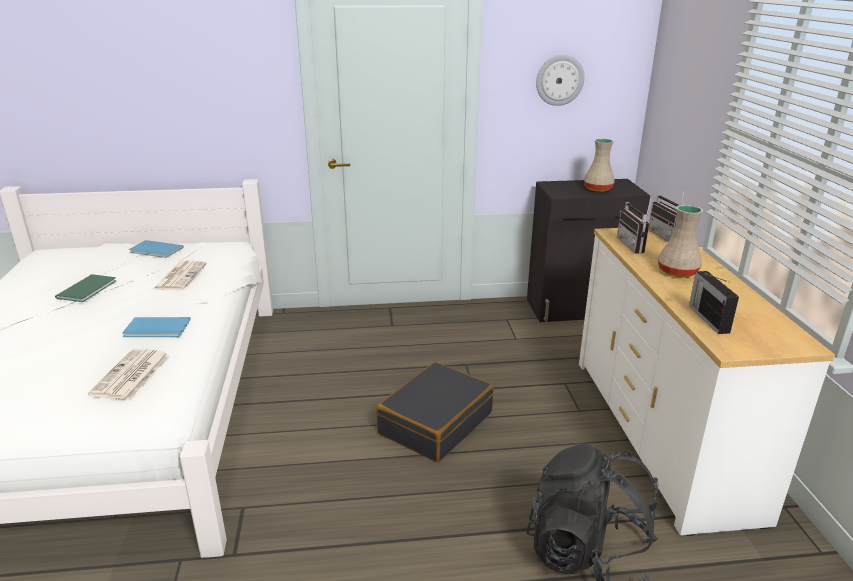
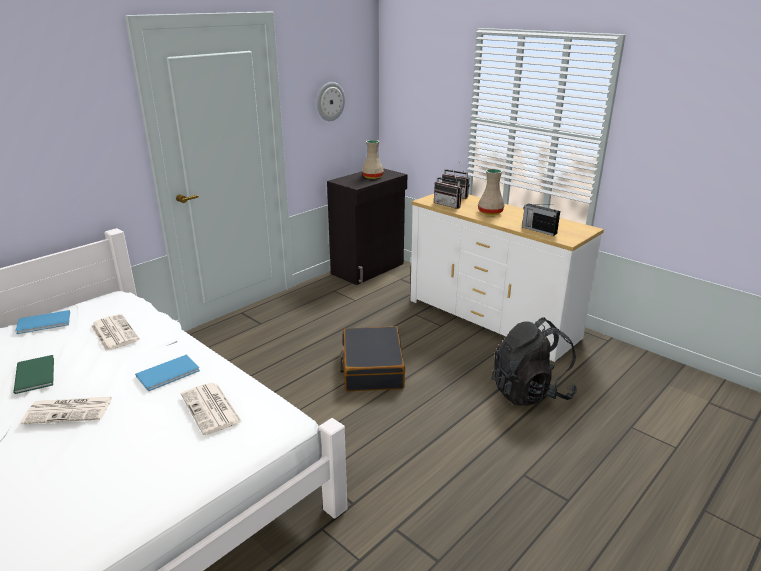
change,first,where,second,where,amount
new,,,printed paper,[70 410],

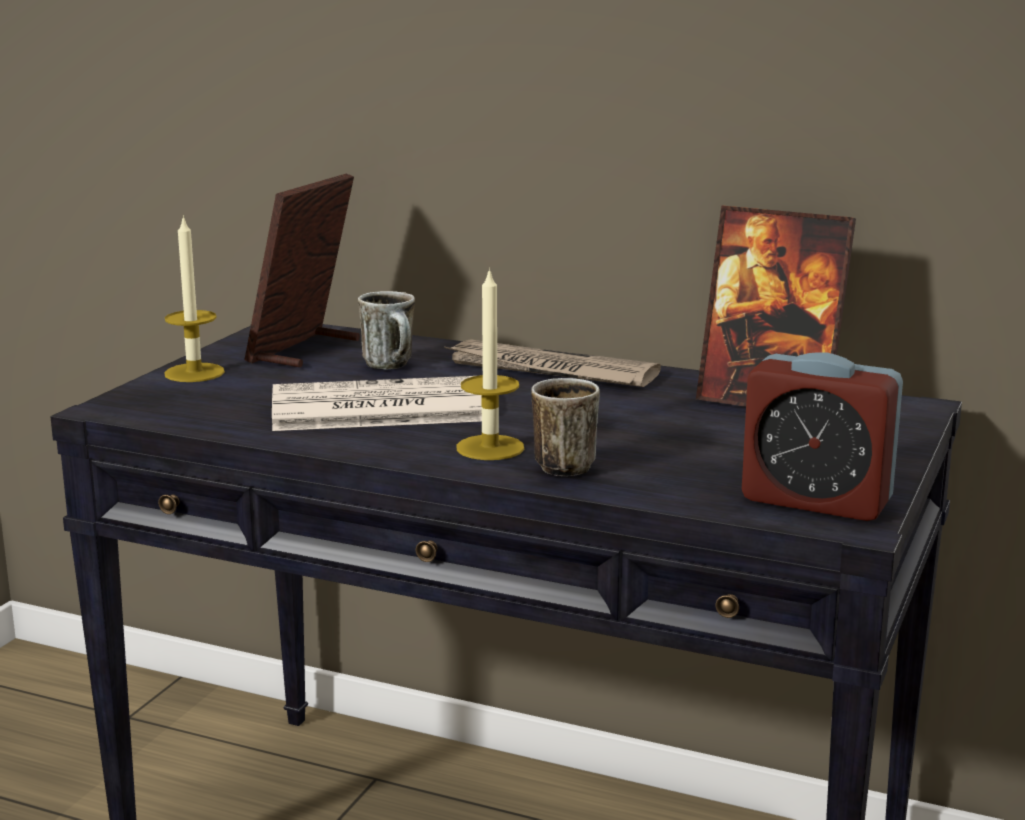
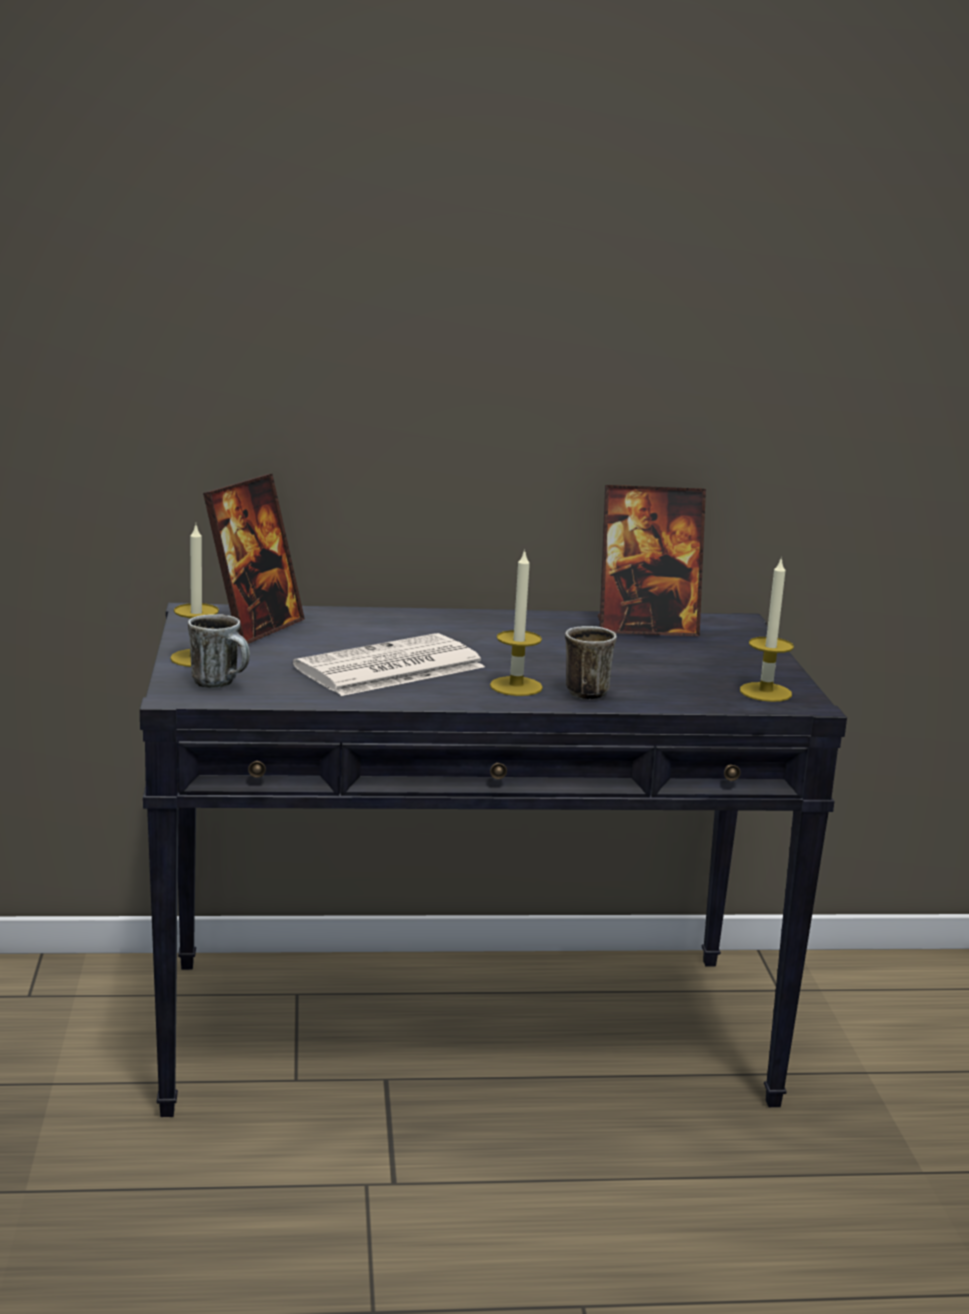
change,first,where,second,where,amount
shifted,tea mug,[393 366],,[221 683],
rotated,photo frame,[304 350],,[254 629],150 degrees counterclockwise
swapped,bedside clock,[816 501],wax light,[765 692],
gone,printed paper,[549 371],,,

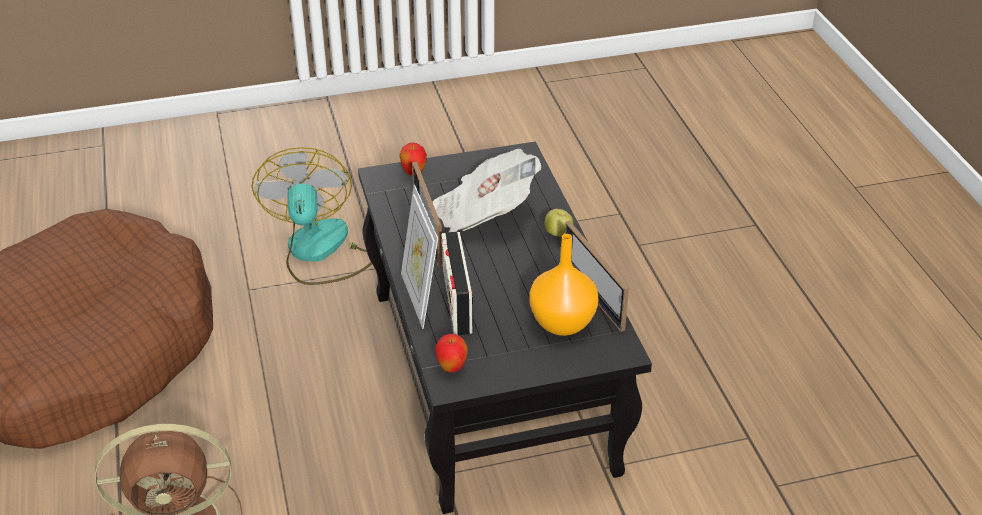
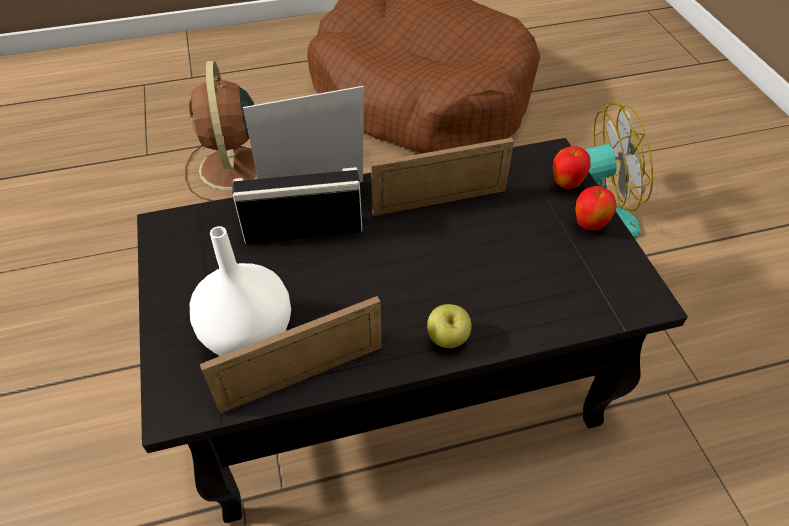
change,first,where,second,where,amount
repainted,orangey decorative vase,[561 323],white-coloured decorative vase,[249 335],
shifted,whole apple,[452 368],,[589 225],
gone,printed paper,[483 214],,,

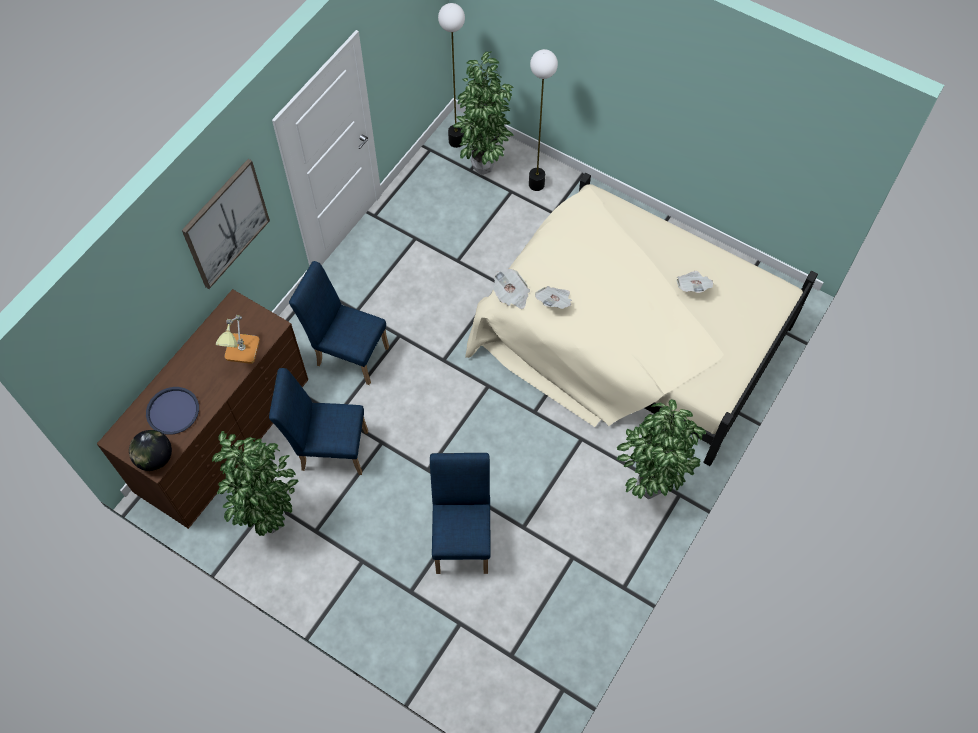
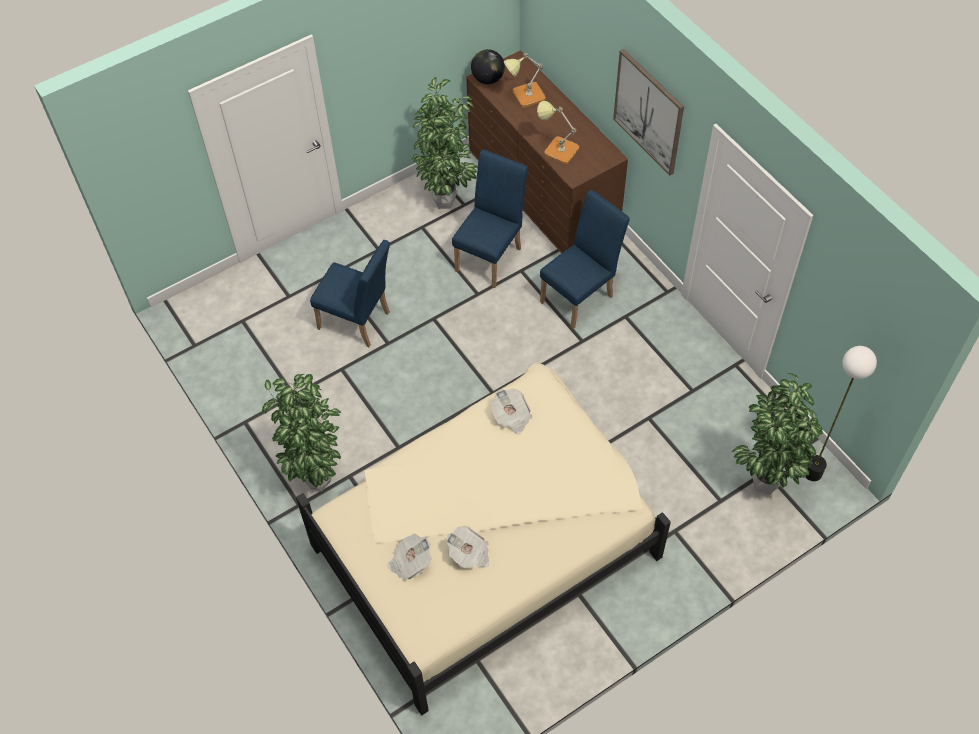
change,first,where,second,where,amount
shifted,printed paper,[511 295],,[410 562],
swapped,blue-coloured carrying tray,[173 411],lamp for a table,[524 97],
gone,standing lamp,[536 184],,,

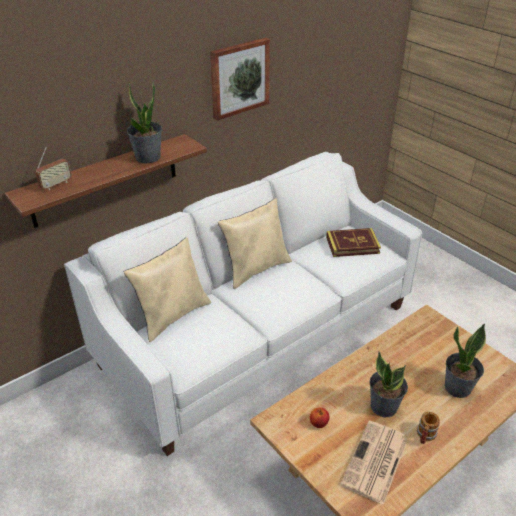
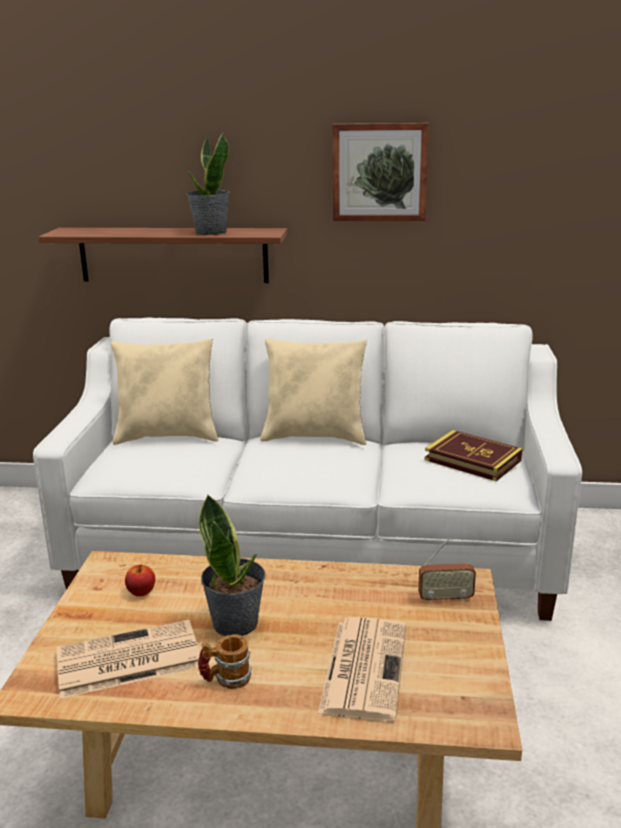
change,first,where,second,where,amount
swapped,houseplant,[458 388],printed paper,[364 666],
shifted,radio,[56 185],,[445 598],

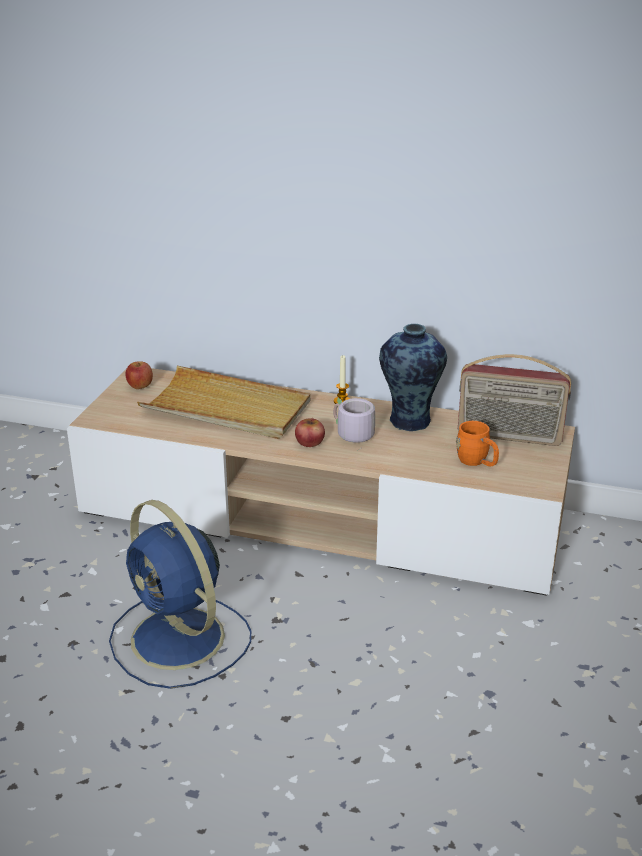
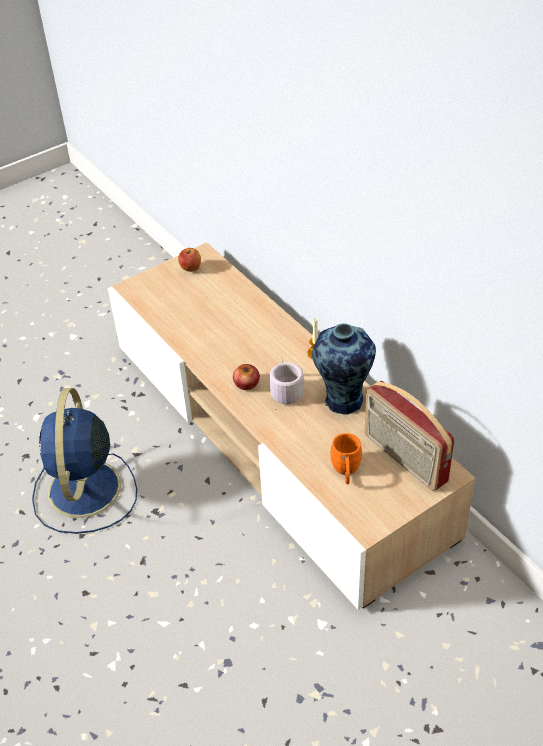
change,first,where,second,where,amount
gone,beige carrying tray,[226 409],,,

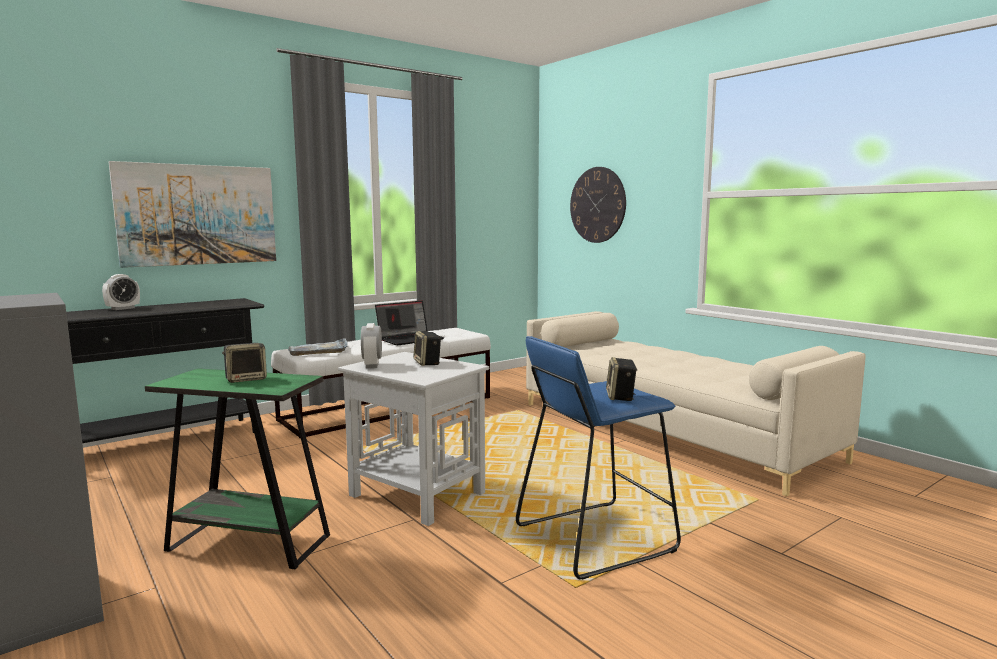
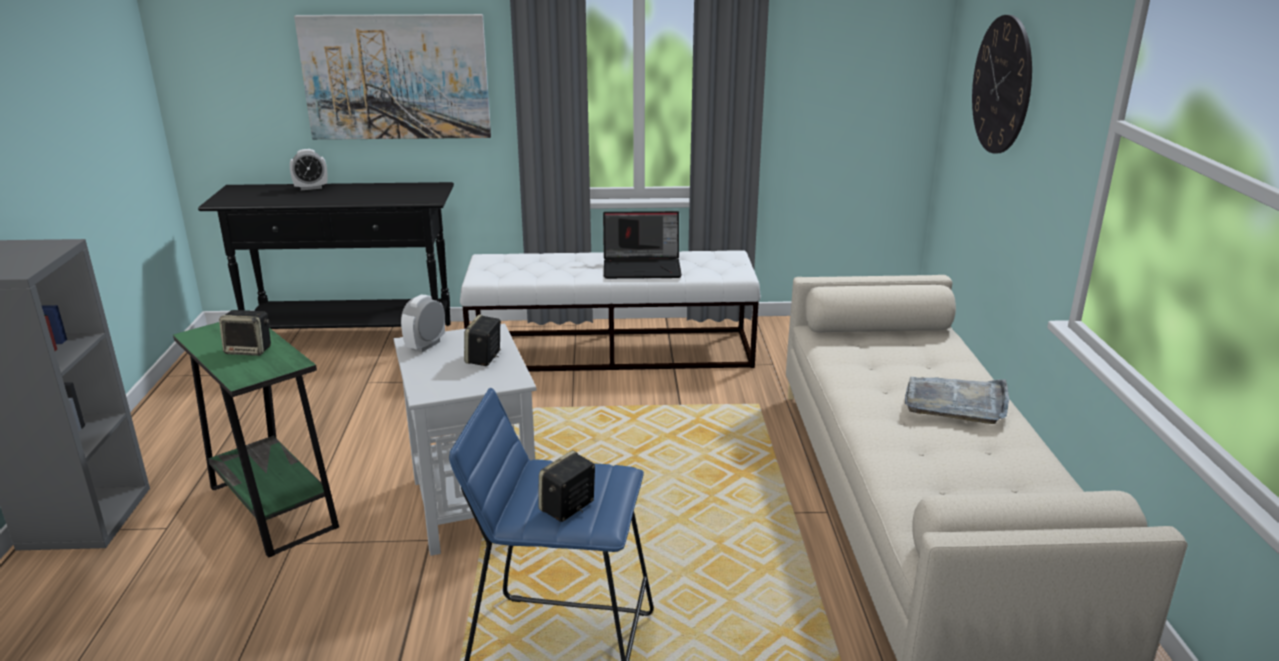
change,first,where,second,where,amount
shifted,grey carrying tray,[319 350],,[956 402],

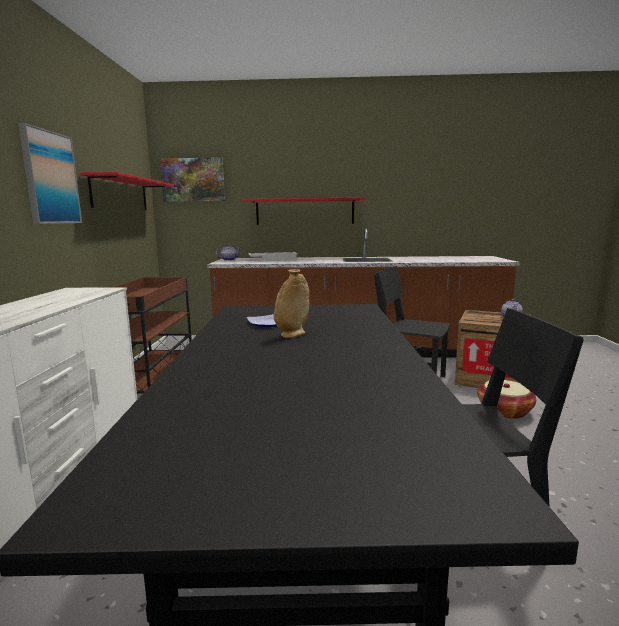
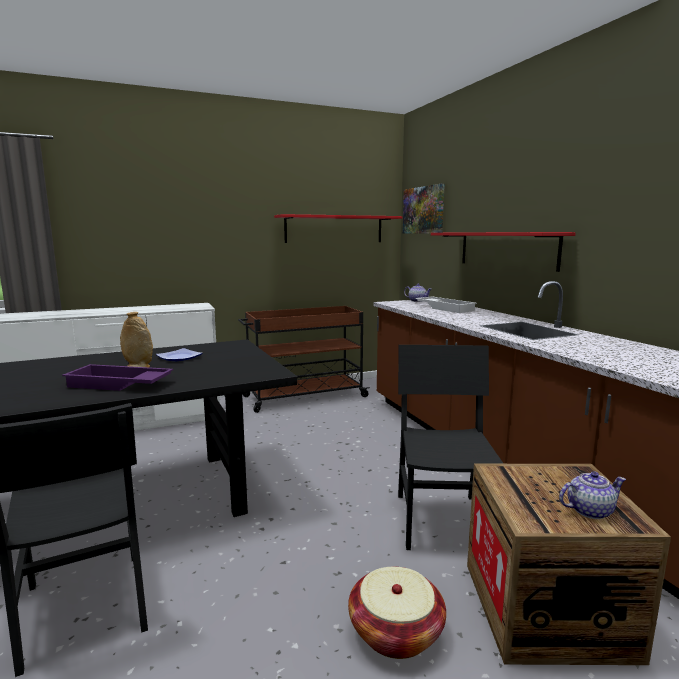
change,first,where,second,where,amount
new,,,purplish carrying tray,[118 384],
gone,wall art,[50 178],,,

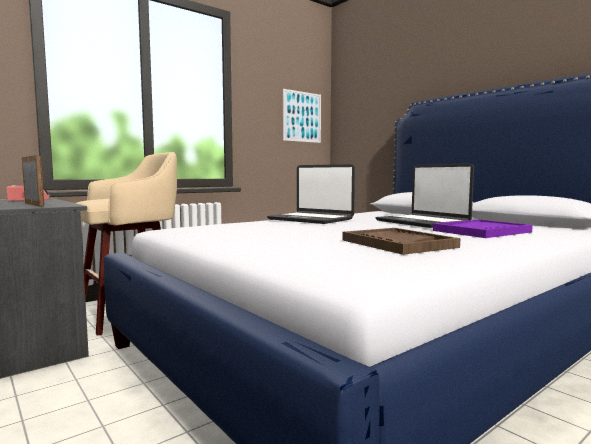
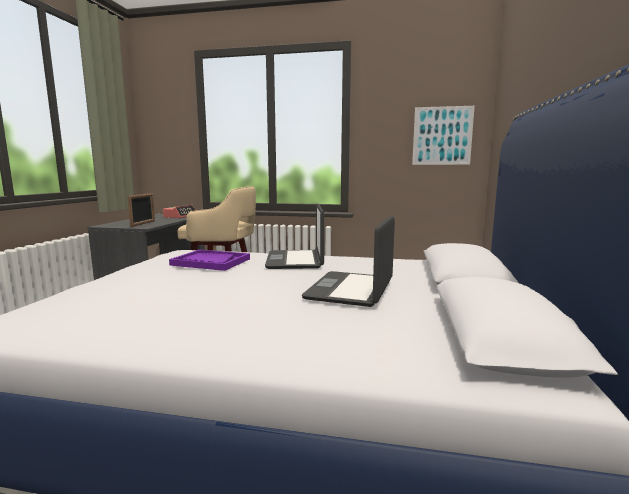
change,first,where,second,where,amount
shifted,purplish carrying tray,[481 231],,[210 262],
gone,brownish carrying tray,[397 243],,,

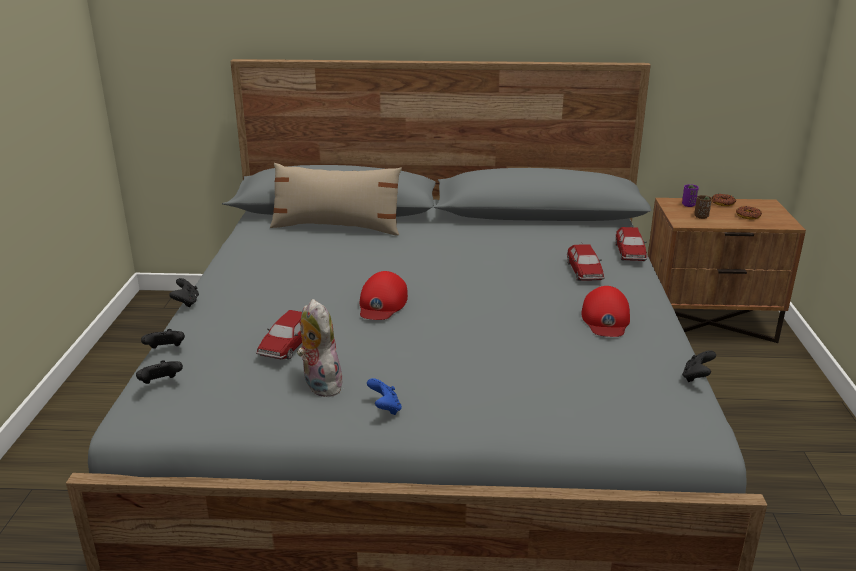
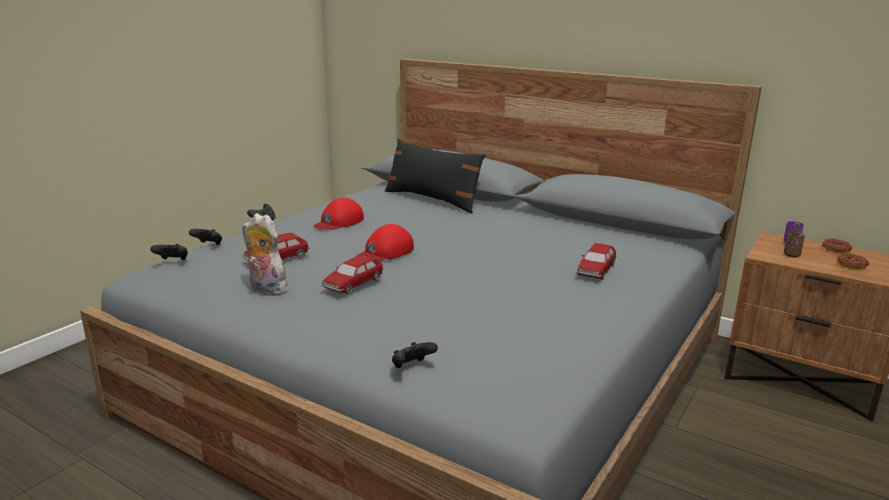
change,first,where,second,where,amount
rotated,cuddly toy,[319 385],,[265 290],60 degrees counterclockwise
shifted,red-coloured cap,[605 319],,[339 222],
shifted,toy car,[630 253],,[353 284],
repainted,beige cushion,[336 227],black cushion,[432 200],
shifted,black gamepad,[696 377],,[412 367],
gone,blue-coloured gamepad,[385 408],,,

